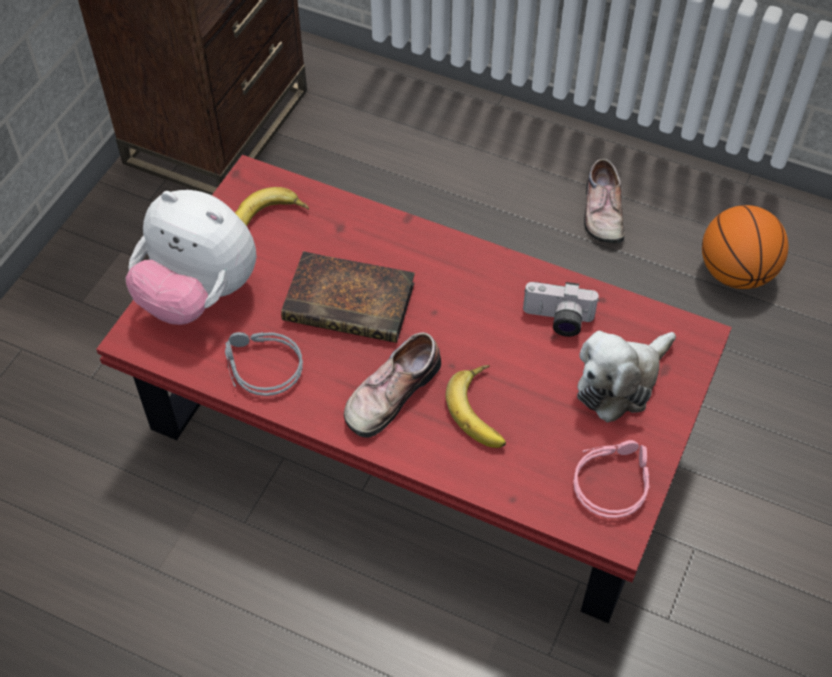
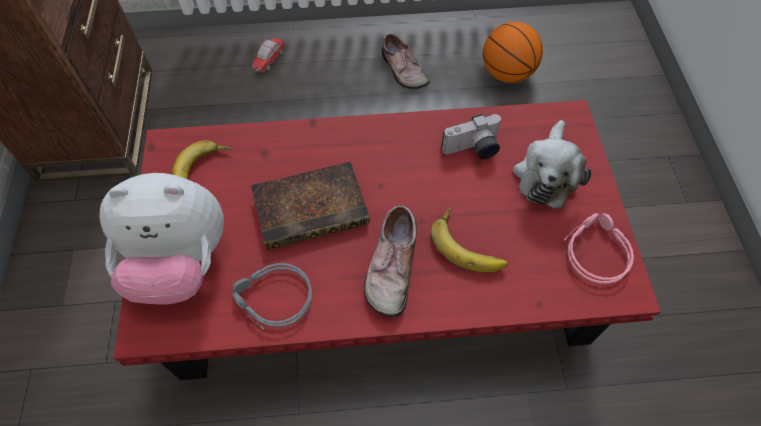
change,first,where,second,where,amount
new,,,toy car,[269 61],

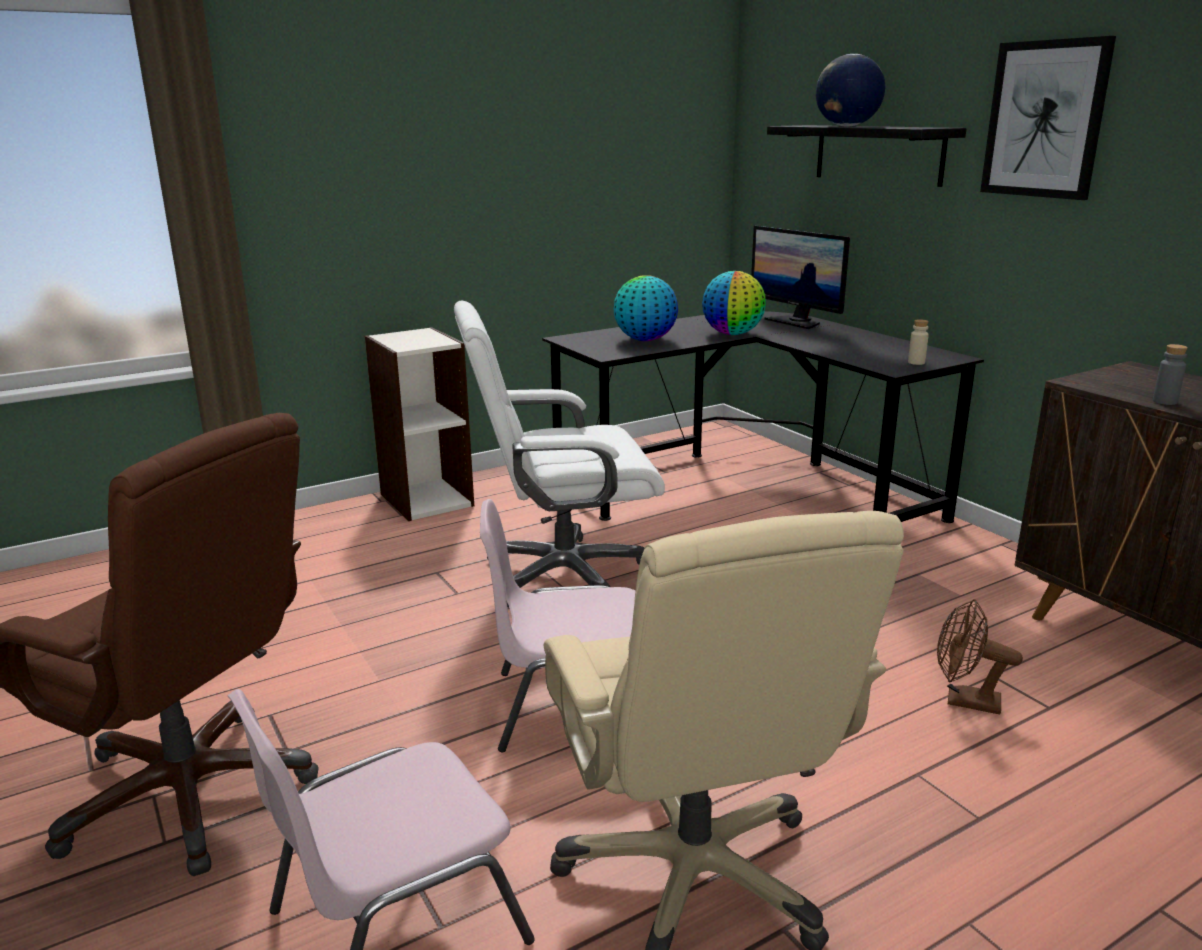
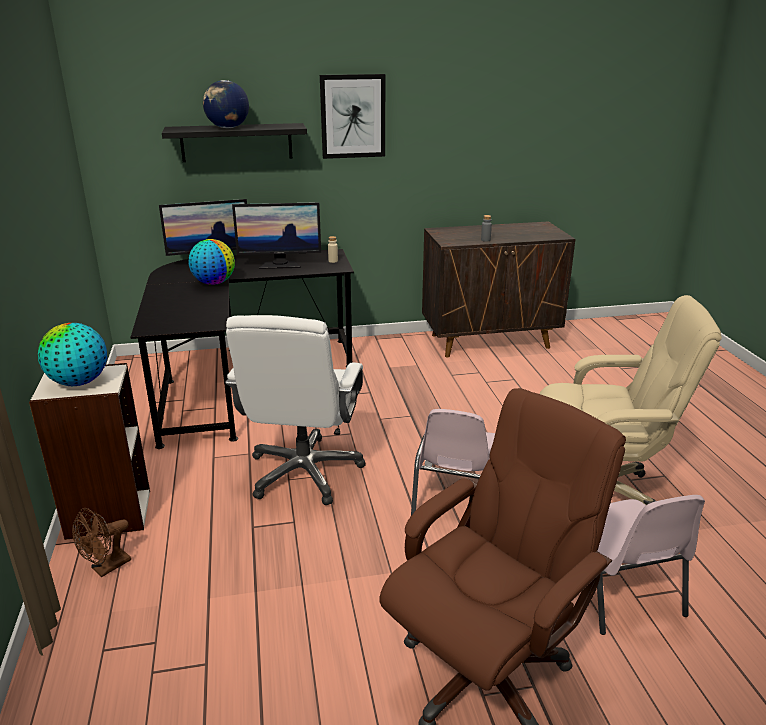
change,first,where,second,where,amount
shifted,world globe,[645 340],,[78 382],
shifted,brownish fan,[964 701],,[106 568],
new,,,computer screen,[280 265],

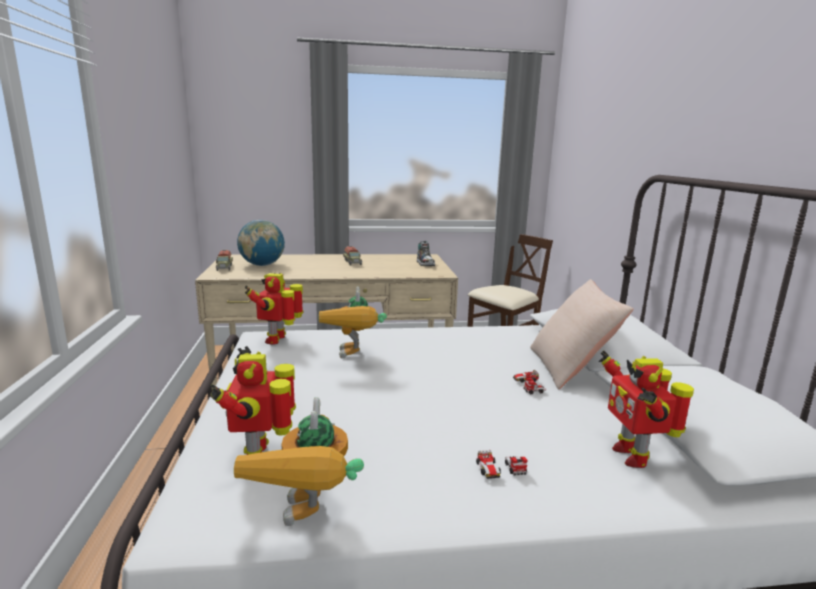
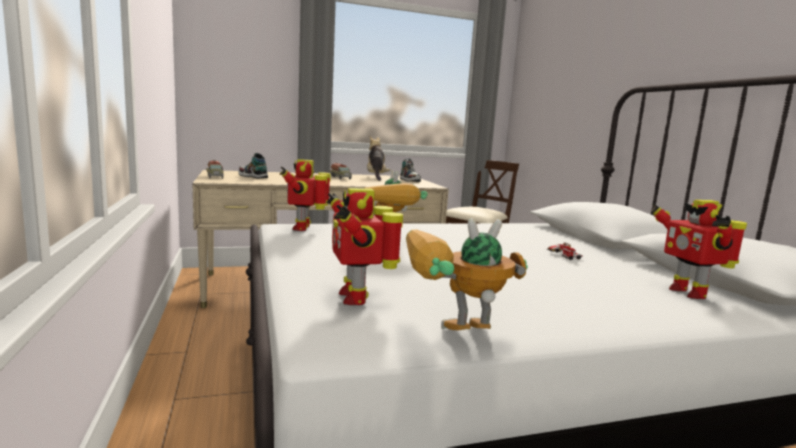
change,first,where,second,where,amount
swapped,world globe,[262 265],item of footwear,[253 176],
new,,,cuddly toy,[376 177],
rotated,toy robot,[310 523],,[451 338],90 degrees clockwise
gone,toy car,[501 471],,,
gone,beige cushion,[571 367],,,

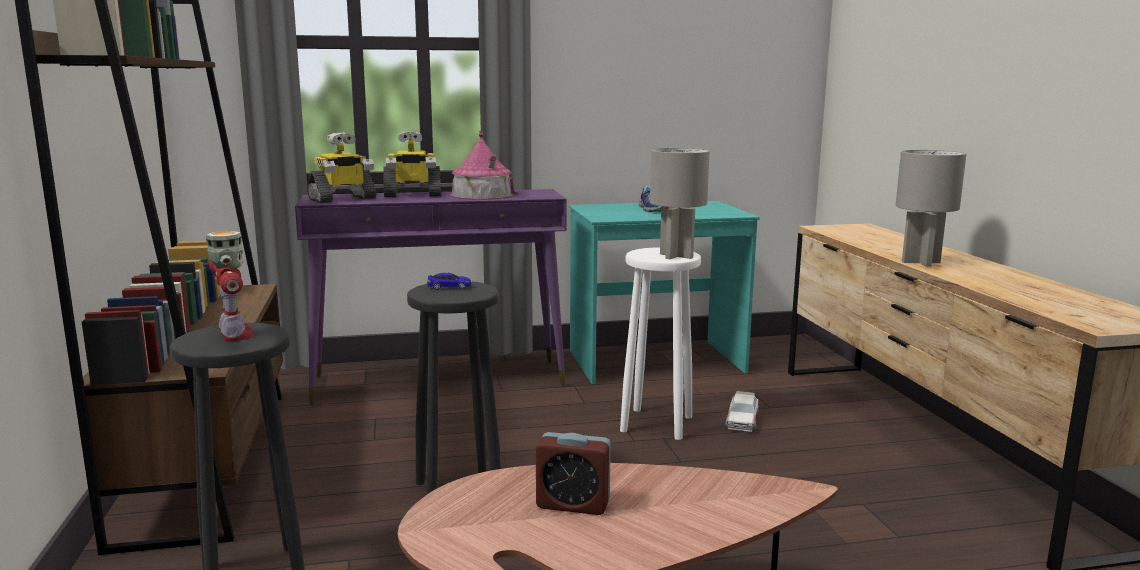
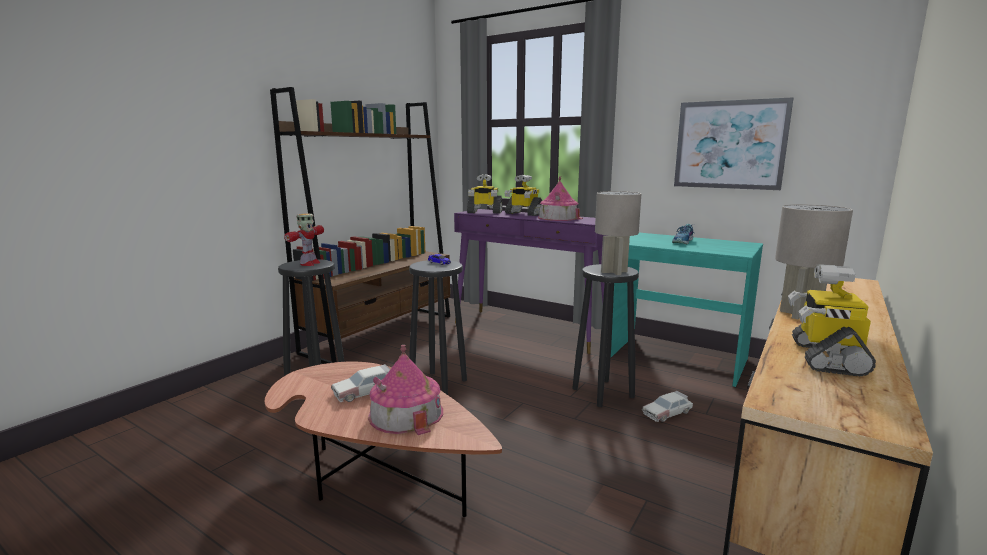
change,first,where,second,where,amount
swapped,bedside clock,[573 504],toy car,[366 391],
new,,,toy house,[406 414],
repainted,white-coloured stool seat,[658 424],black stool seat,[603 393],
new,,,wall art,[729 145],
new,,,toy robot,[825 357],

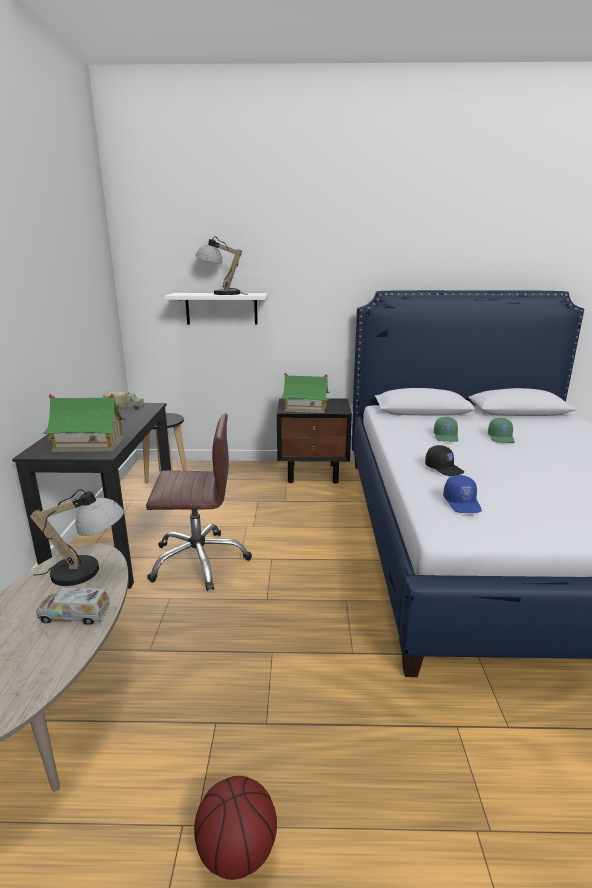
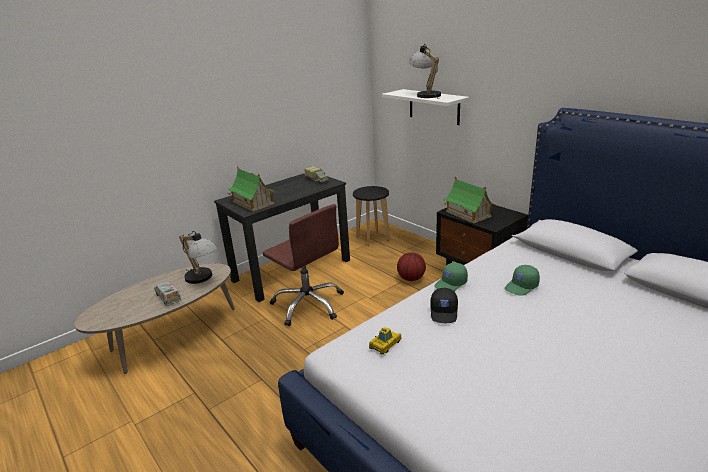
change,first,where,second,where,amount
swapped,blue-coloured cap,[462 503],toy car,[385 344],
shifted,ball for basketball,[236 850],,[411 278],
shifted,green-coloured cap,[501 438],,[451 284],

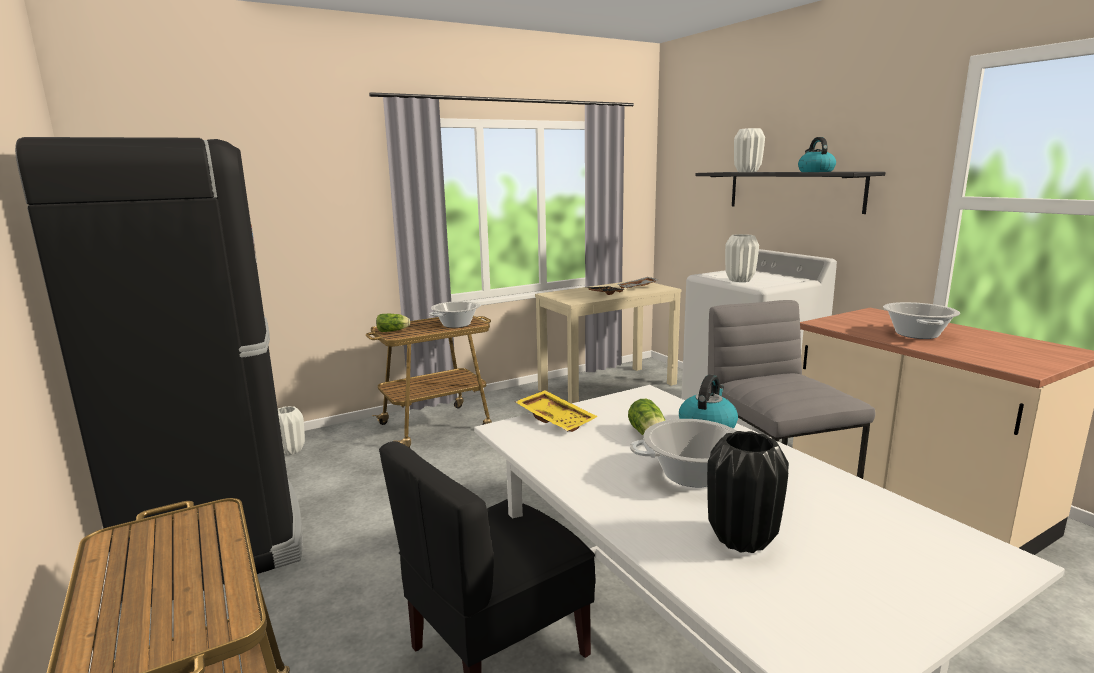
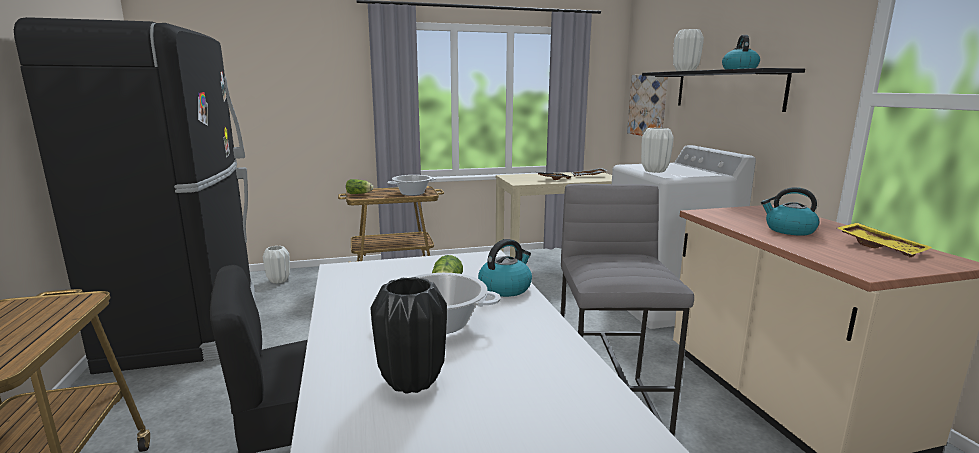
change,first,where,second,where,amount
new,,,wall art,[648 105],
swapped,stockpot,[917 334],tea kettle,[789 230],
shifted,yellowish carrying tray,[556 419],,[880 247],

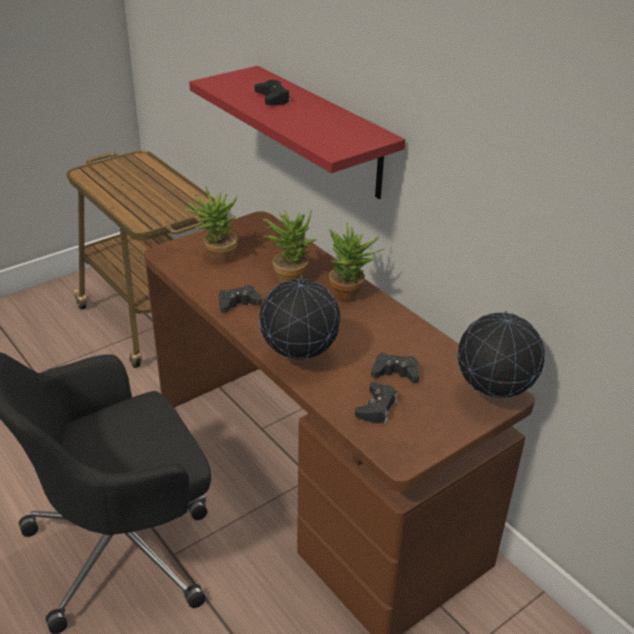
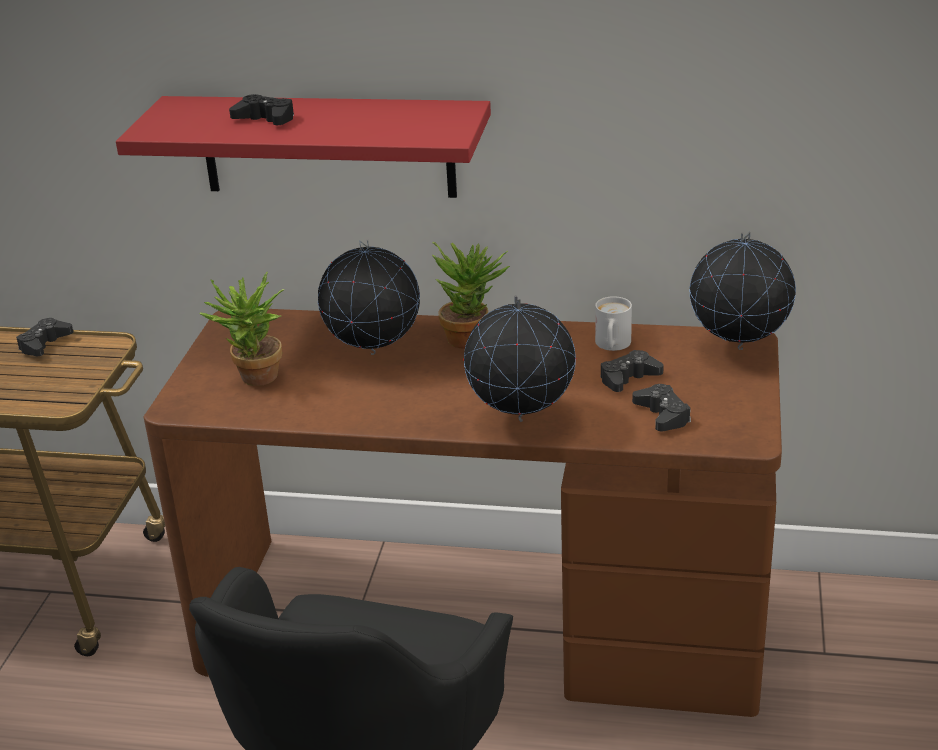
change,first,where,second,where,amount
shifted,black gamepad,[238 303],,[44 344],
swapped,houseplant,[289 277],world globe,[374 354],
new,,,white-coloured tea mug,[612 346],

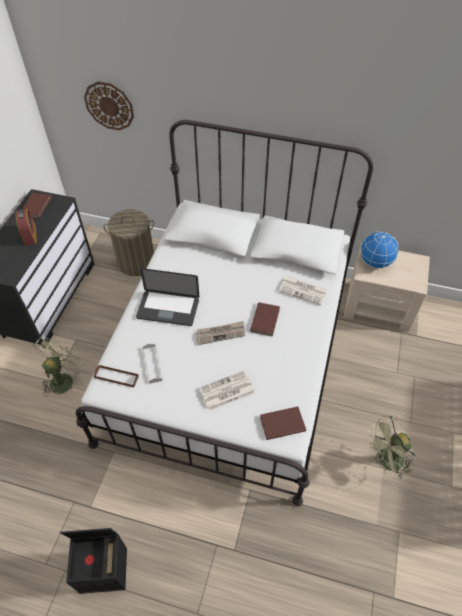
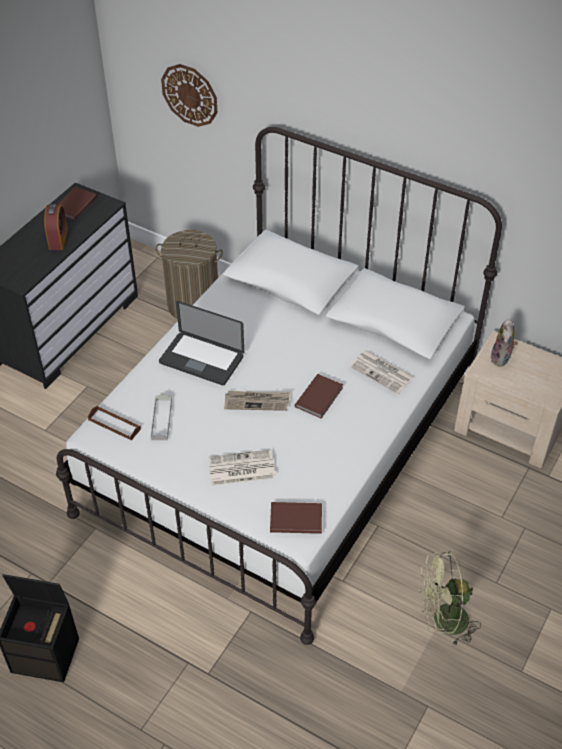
change,first,where,second,where,amount
swapped,world globe,[374 262],cuddly toy,[502 359],
gone,green-coloured fan,[64 378],,,

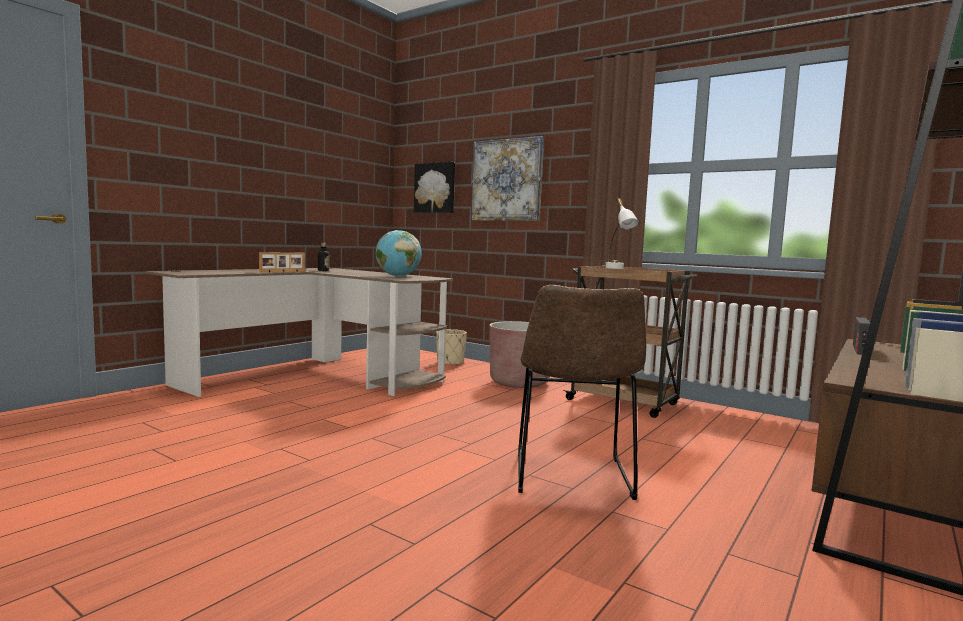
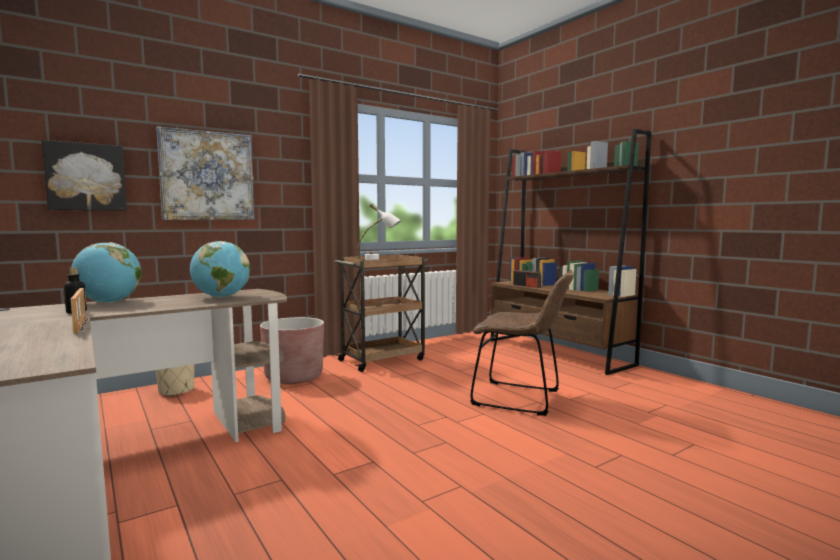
change,first,where,second,where,amount
new,,,world globe,[109 302],

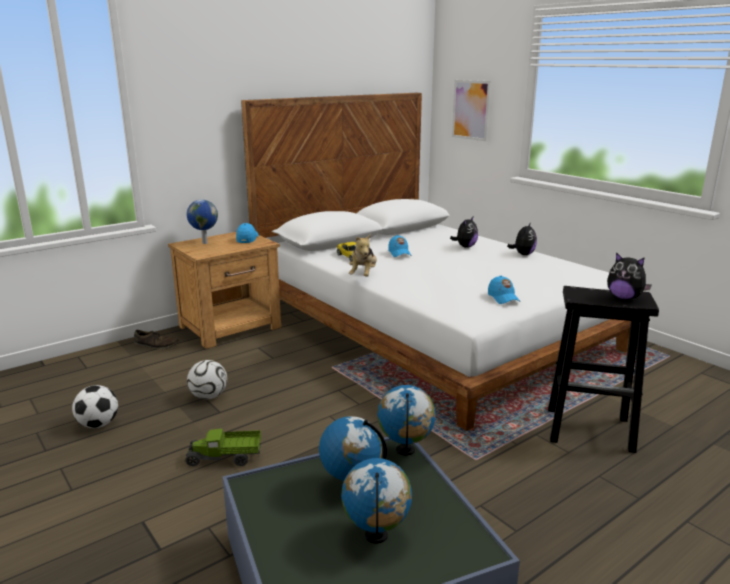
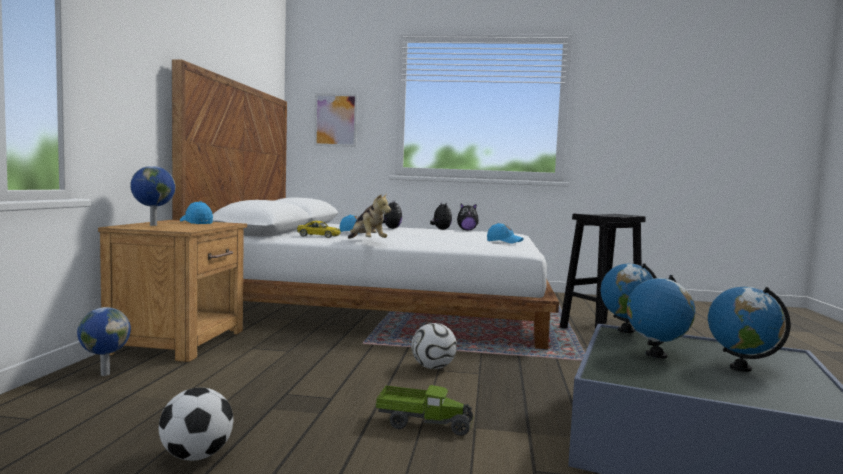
change,first,where,second,where,amount
swapped,brownish item of footwear,[156 345],world globe,[104 374],
rotated,toy lorry,[225 458],,[424 424],120 degrees counterclockwise
shifted,football ball,[208 396],,[432 367],
shifted,cuddly toy,[624 298],,[467 230],

